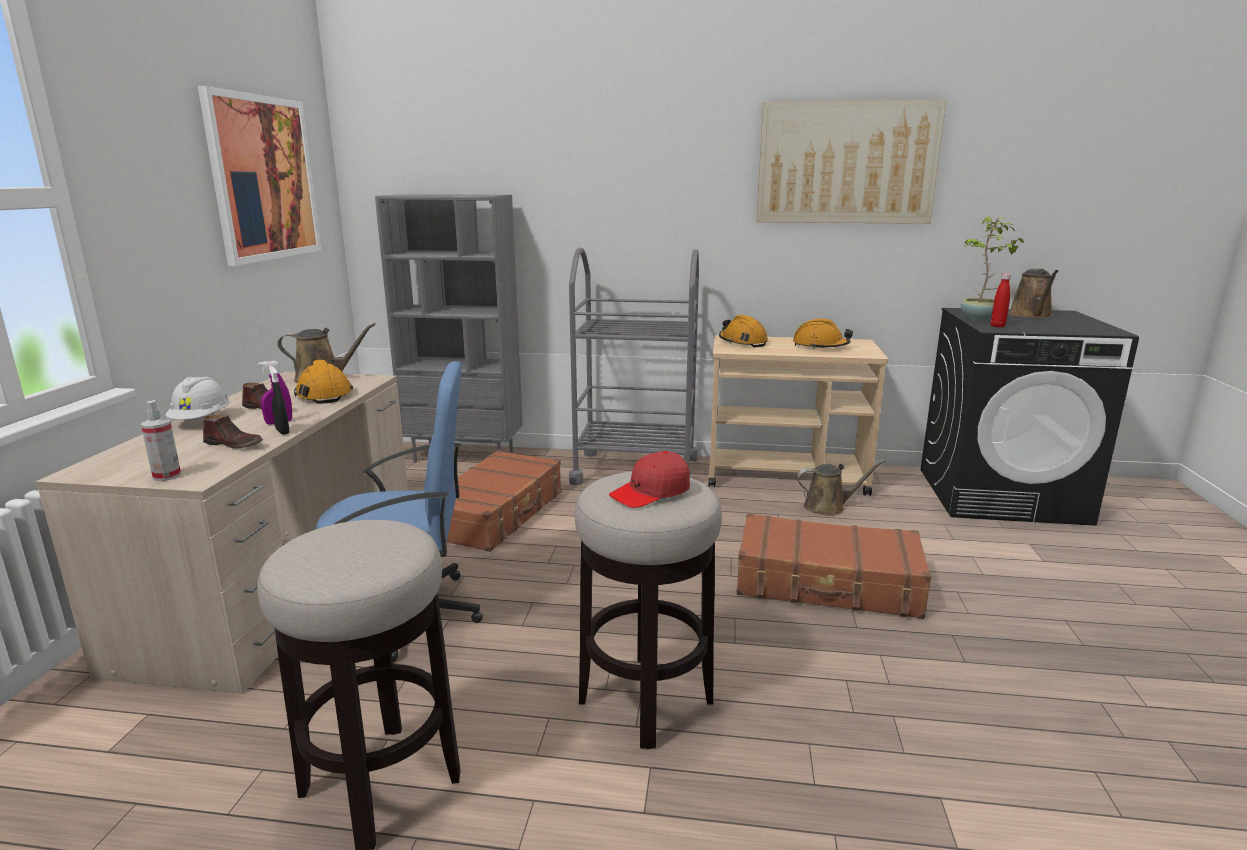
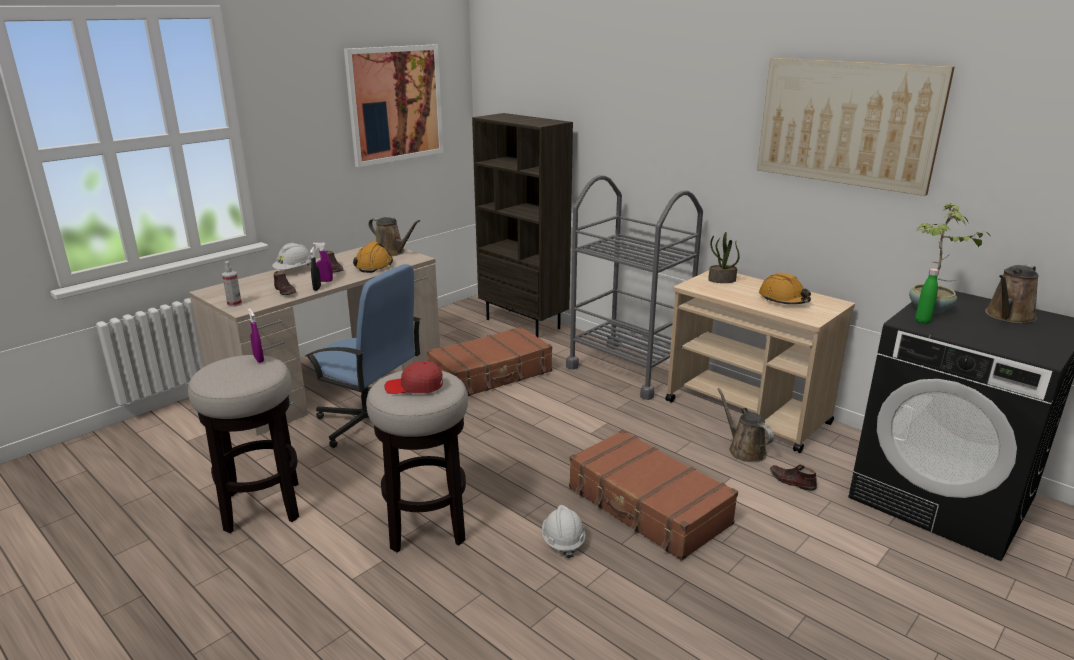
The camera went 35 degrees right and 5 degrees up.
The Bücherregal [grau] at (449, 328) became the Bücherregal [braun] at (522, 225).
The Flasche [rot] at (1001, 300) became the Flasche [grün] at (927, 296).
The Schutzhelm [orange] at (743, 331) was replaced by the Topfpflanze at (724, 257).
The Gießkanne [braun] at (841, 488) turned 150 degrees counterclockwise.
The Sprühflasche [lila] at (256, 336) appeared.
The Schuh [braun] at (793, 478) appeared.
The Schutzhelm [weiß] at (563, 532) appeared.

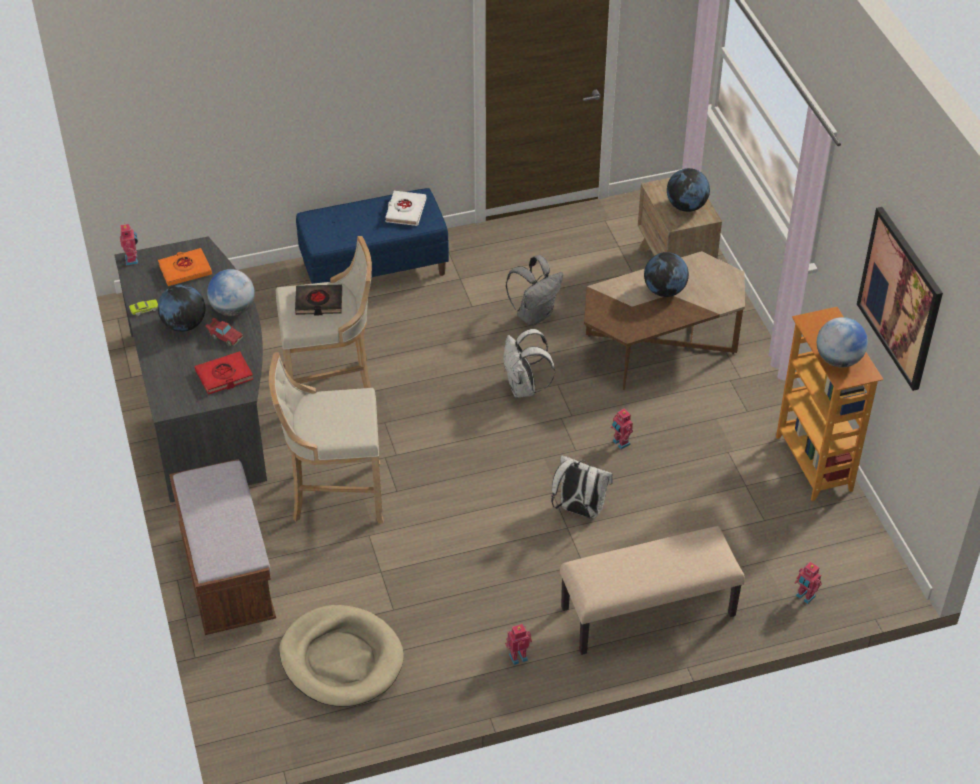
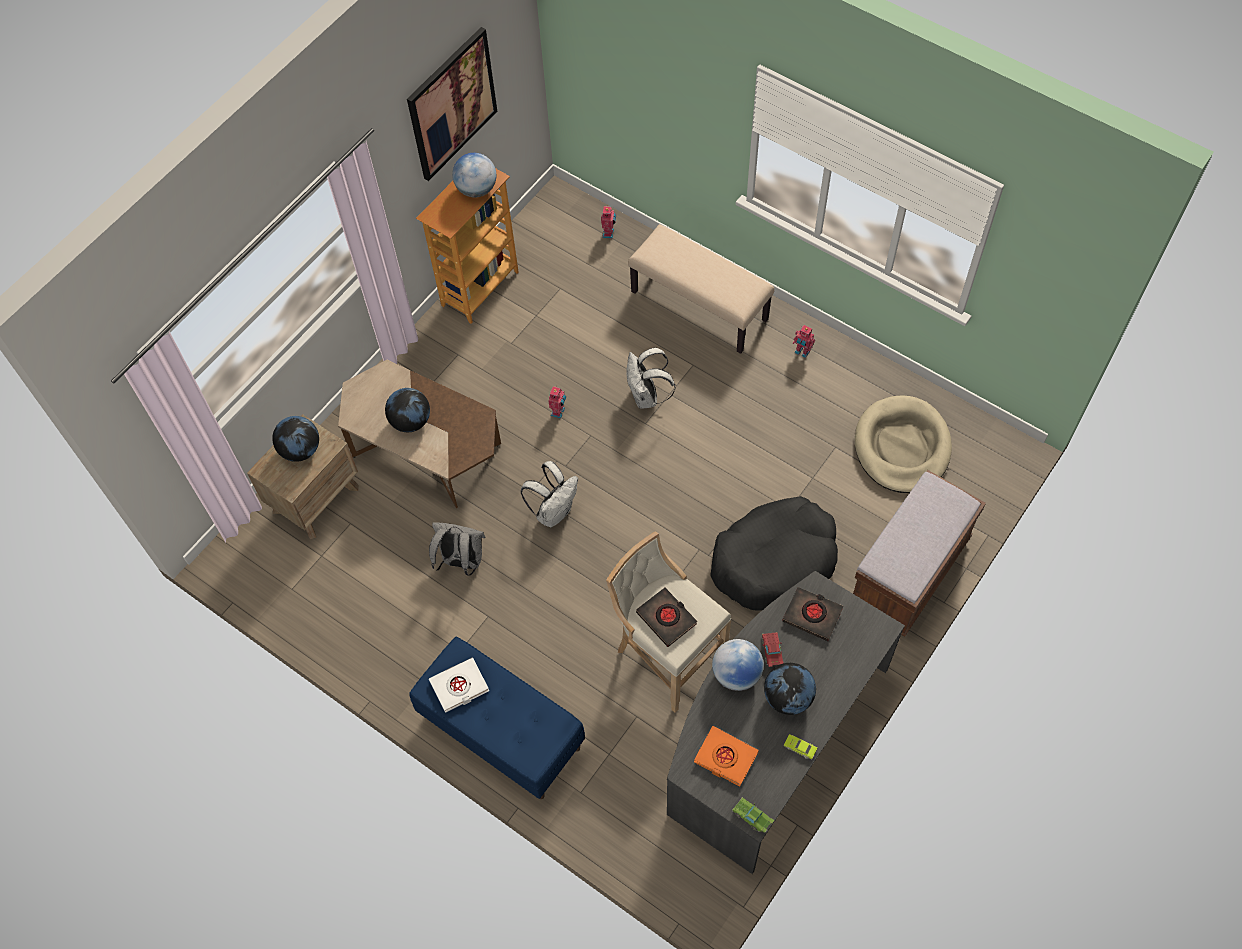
The camera went 125 degrees left and 15 degrees up.
The Spielzeugroboter at (129, 244) was replaced by the Spielzeugauto [grün] at (753, 815).
The Buch [rot] at (224, 373) became the Buch [schwarz] at (812, 614).
The Hocker [beige] at (326, 437) was replaced by the Hundebett [schwarz] at (774, 553).

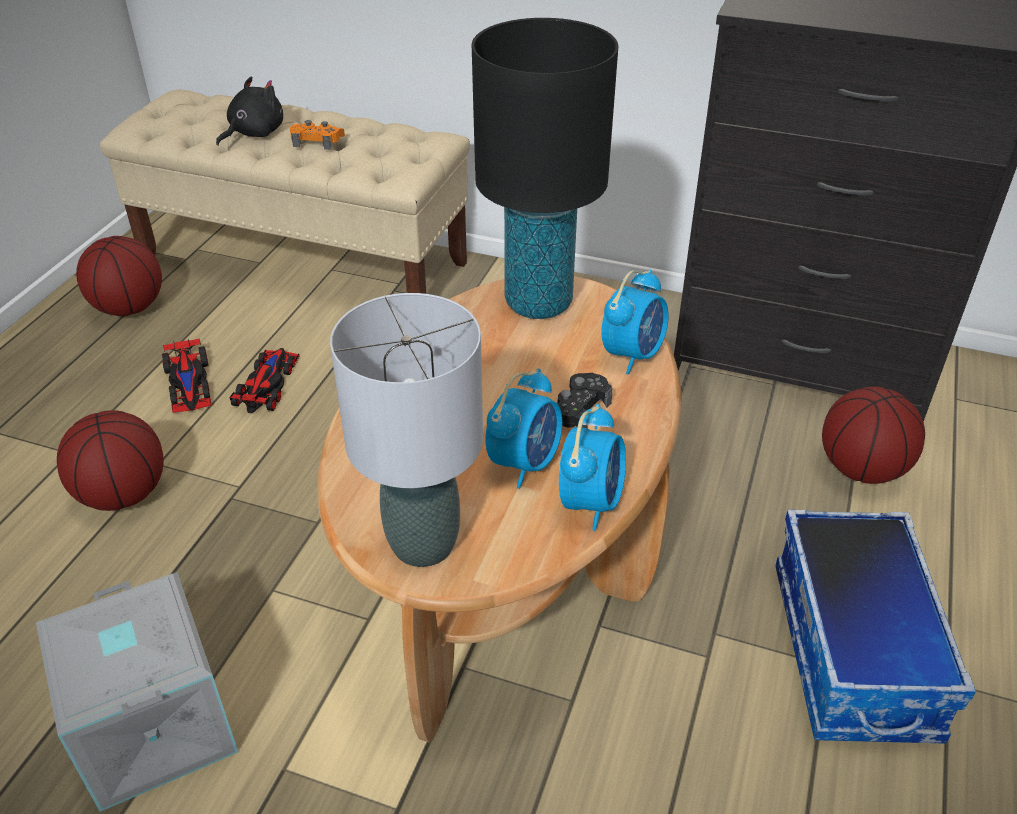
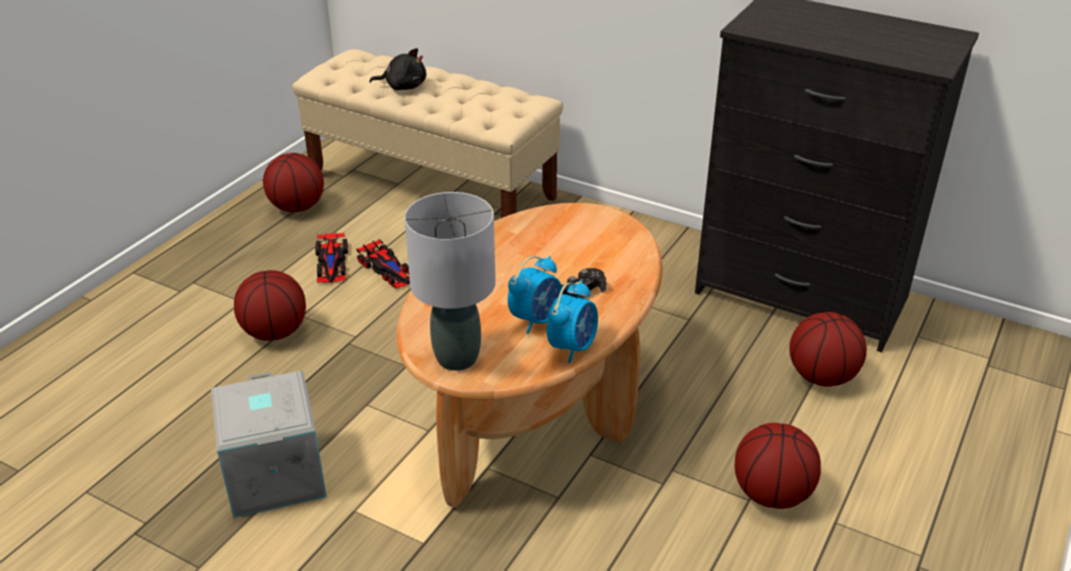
The camera went 10 degrees right and 5 degrees down.
The Tischlampe [schwarz] at (545, 168) disappeared.
The Plüschtier [schwarz] at (249, 111) turned 45 degrees clockwise.
The Gamepad [orange] at (317, 135) disappeared.
The Wecker at (635, 322) disappeared.
The Spielzeugauto at (264, 380) turned 120 degrees clockwise.
The Aufbewahrungsbox at (875, 627) was replaced by the Basketball at (778, 466).

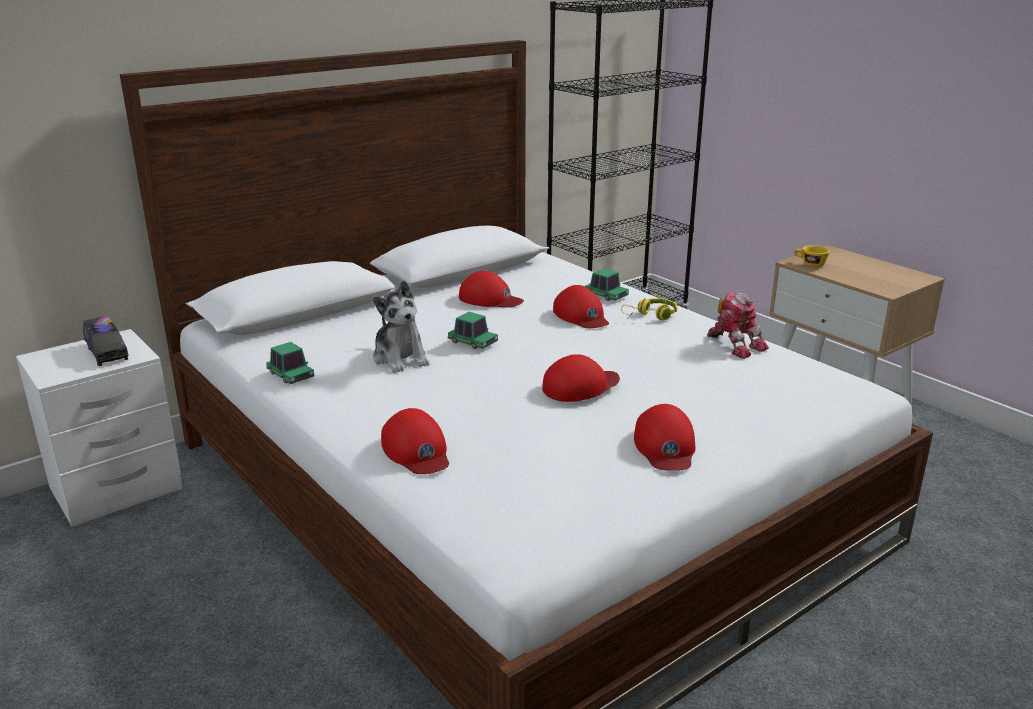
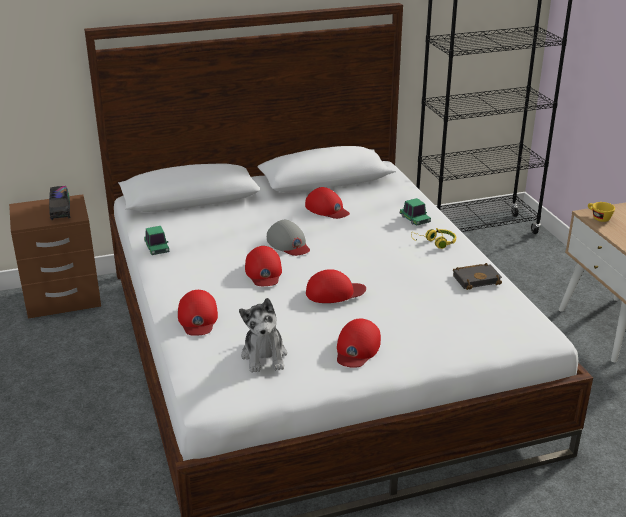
The camera went 20 degrees right and 5 degrees up.
The Plüschtier moved from (401, 326) to (263, 335).
The Kappe [rot] moved from (581, 306) to (263, 266).
The Spielzeugroboter at (738, 325) was replaced by the Buch [schwarz] at (477, 276).
The Spielzeugauto at (473, 330) was replaced by the Kappe [grau] at (288, 238).
The Nachttisch [weiß] at (99, 428) became the Nachttisch [braun] at (55, 256).

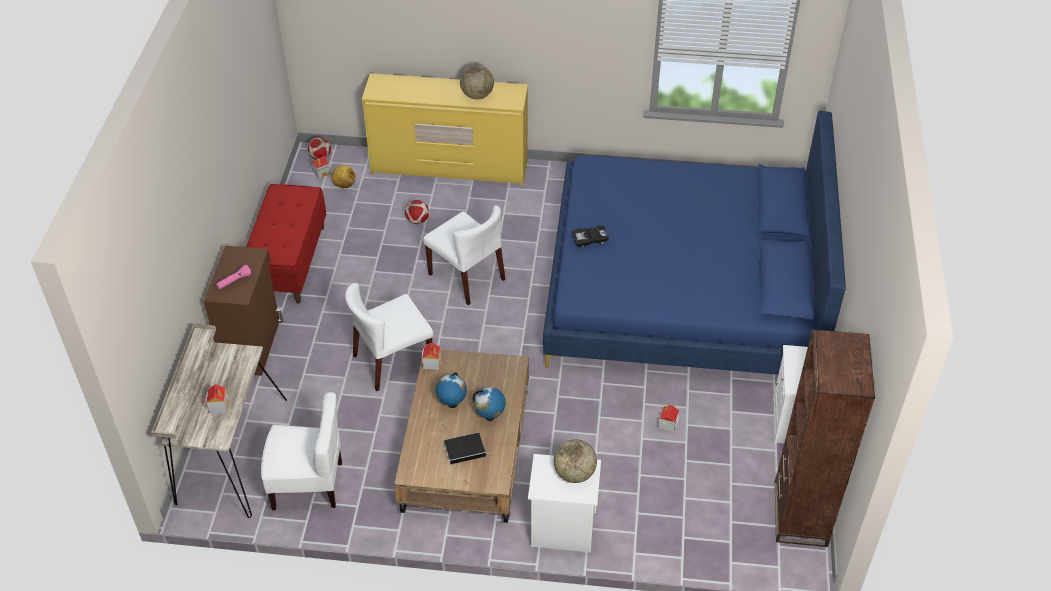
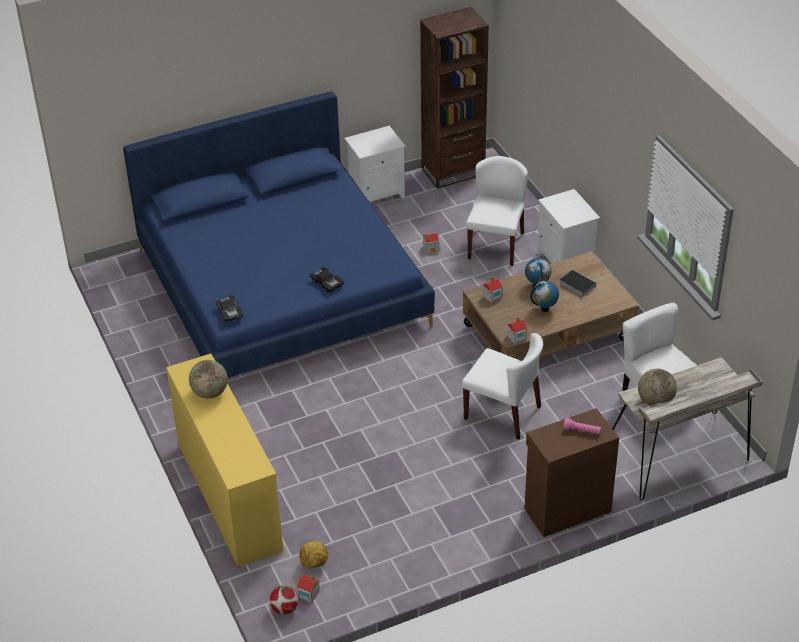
The camera went 120 degrees left and 5 degrees down.
The Bank [rot] at (286, 244) disappeared.
The Fußball at (417, 212) disappeared.
The Stuhl [weiß] moved from (464, 255) to (497, 211).
The Spielzeughaus moved from (217, 398) to (492, 289).
The Globus moved from (575, 461) to (657, 387).
The Spielzeugauto [schwarz] at (229, 308) appeared.

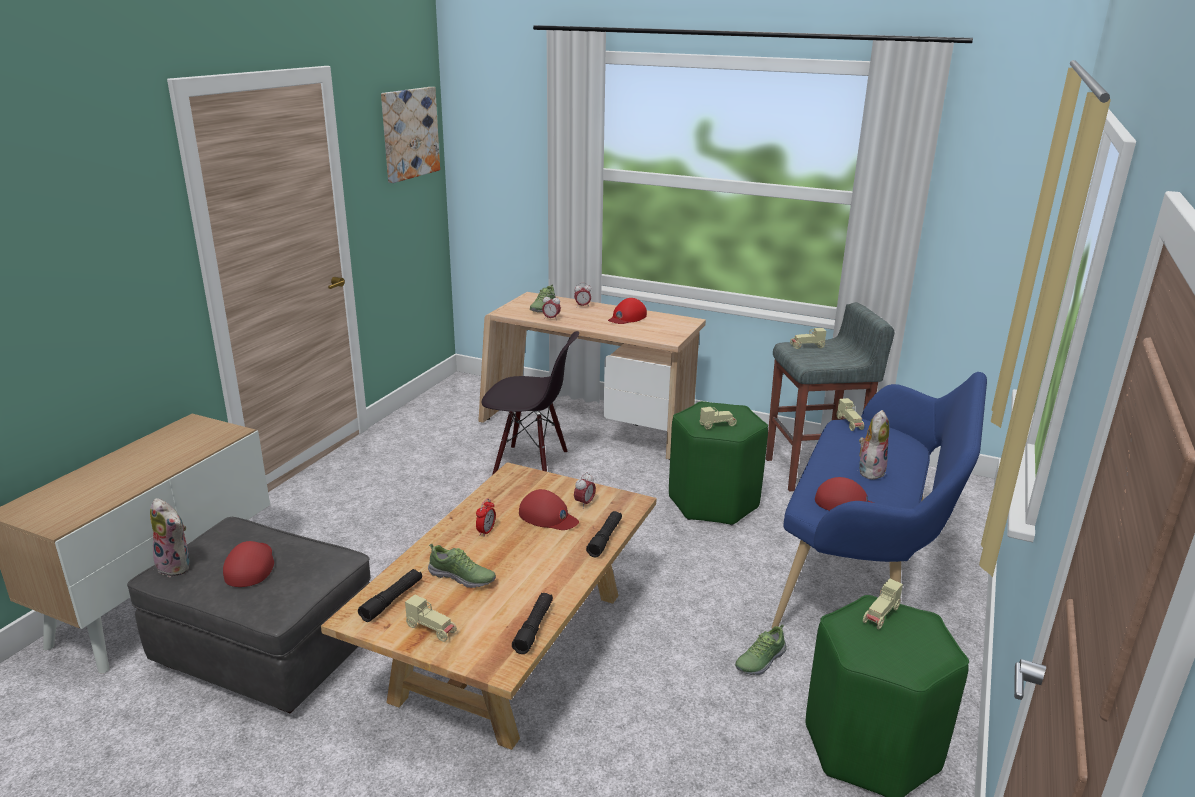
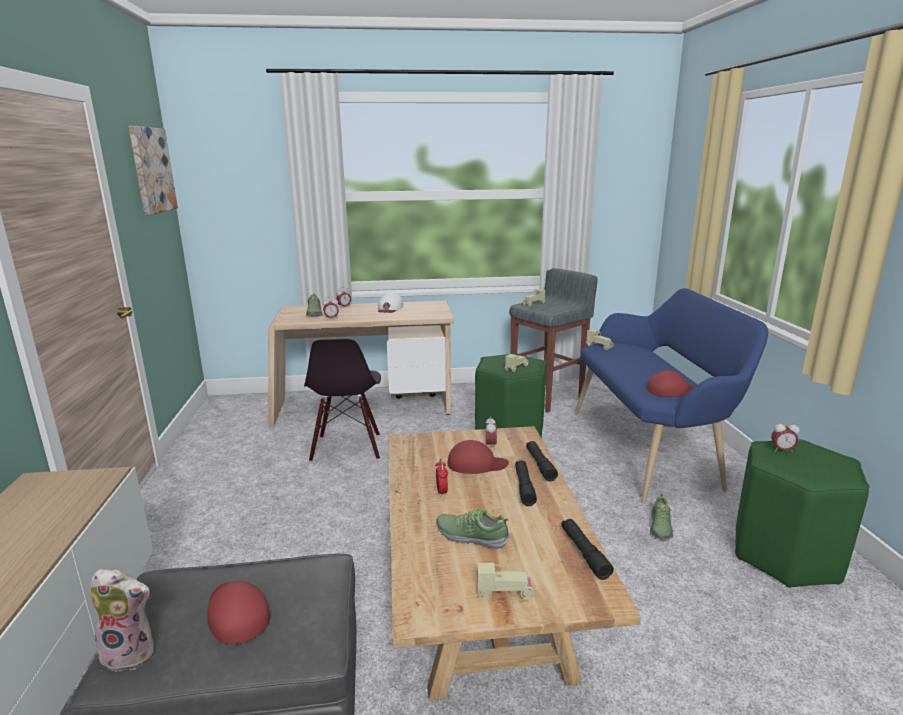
The camera went 30 degrees left and 5 degrees down.
The Kappe [rot] at (627, 311) became the Kappe [weiß] at (390, 302).
The Stuhl [schwarz] at (530, 403) turned 105 degrees clockwise.
The Plüschtier at (874, 445) disappeared.
The Schuh at (462, 566) turned 150 degrees counterclockwise.
The Taschenlampe [schwarz] moved from (390, 595) to (526, 483).
The Spielzeugauto [beige] at (883, 603) was replaced by the Wecker at (785, 437).

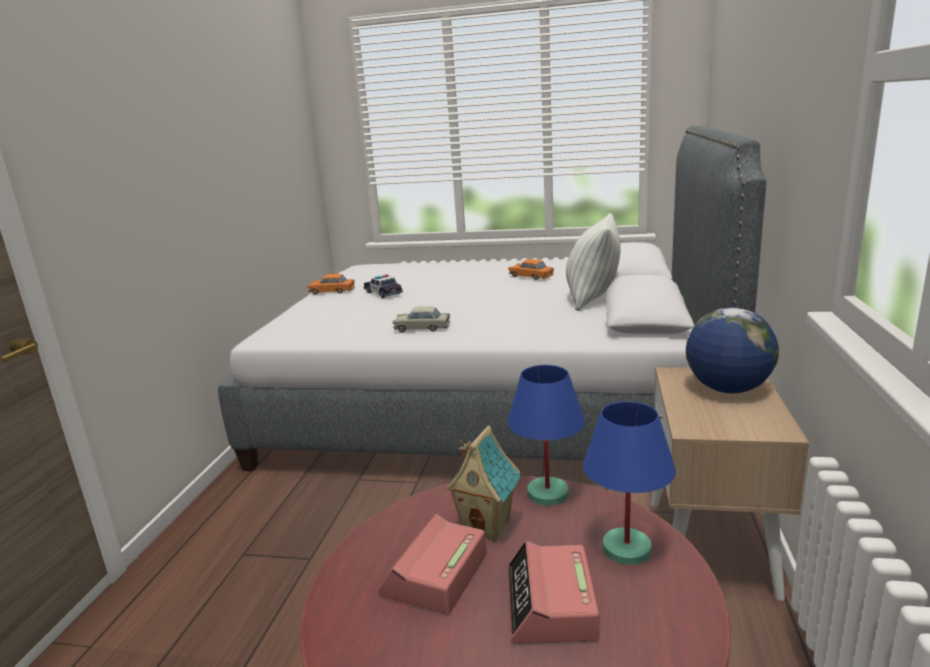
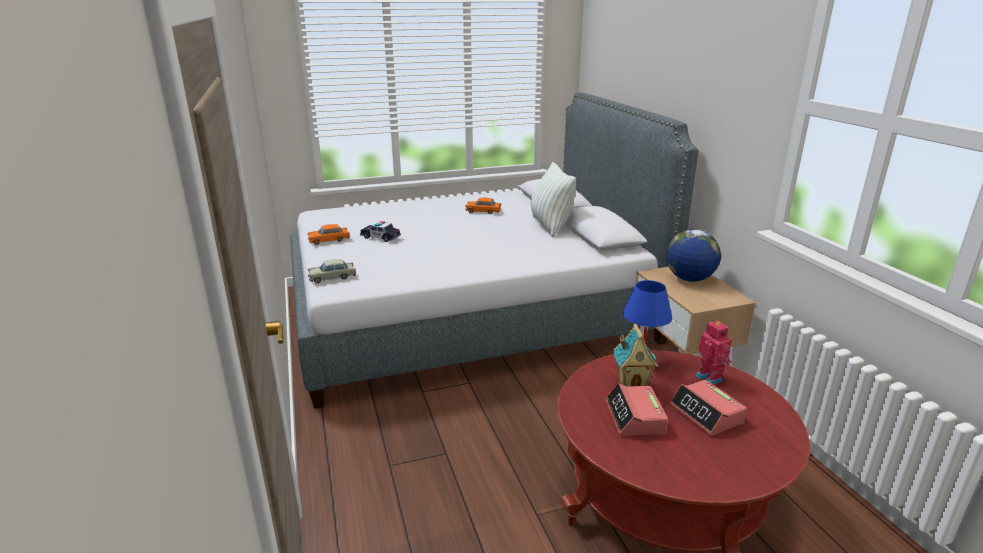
The camera went 30 degrees left and 5 degrees up.
The Spielzeugauto [beige] moved from (421, 319) to (332, 271).
The Tischlampe [blau] at (629, 483) was replaced by the Spielzeugroboter at (714, 351).

